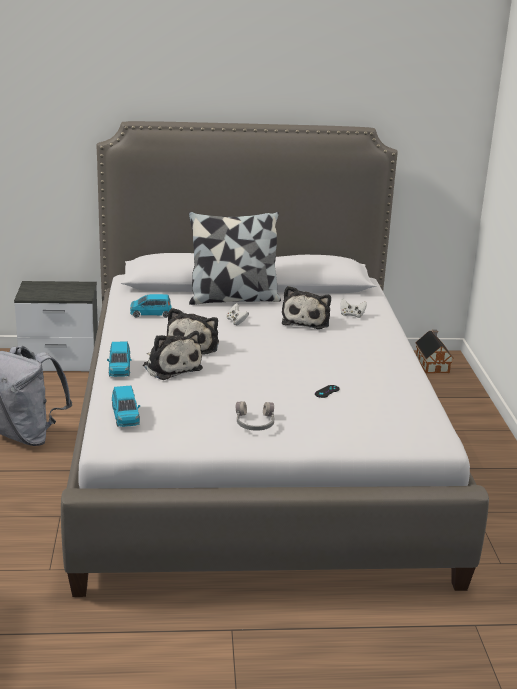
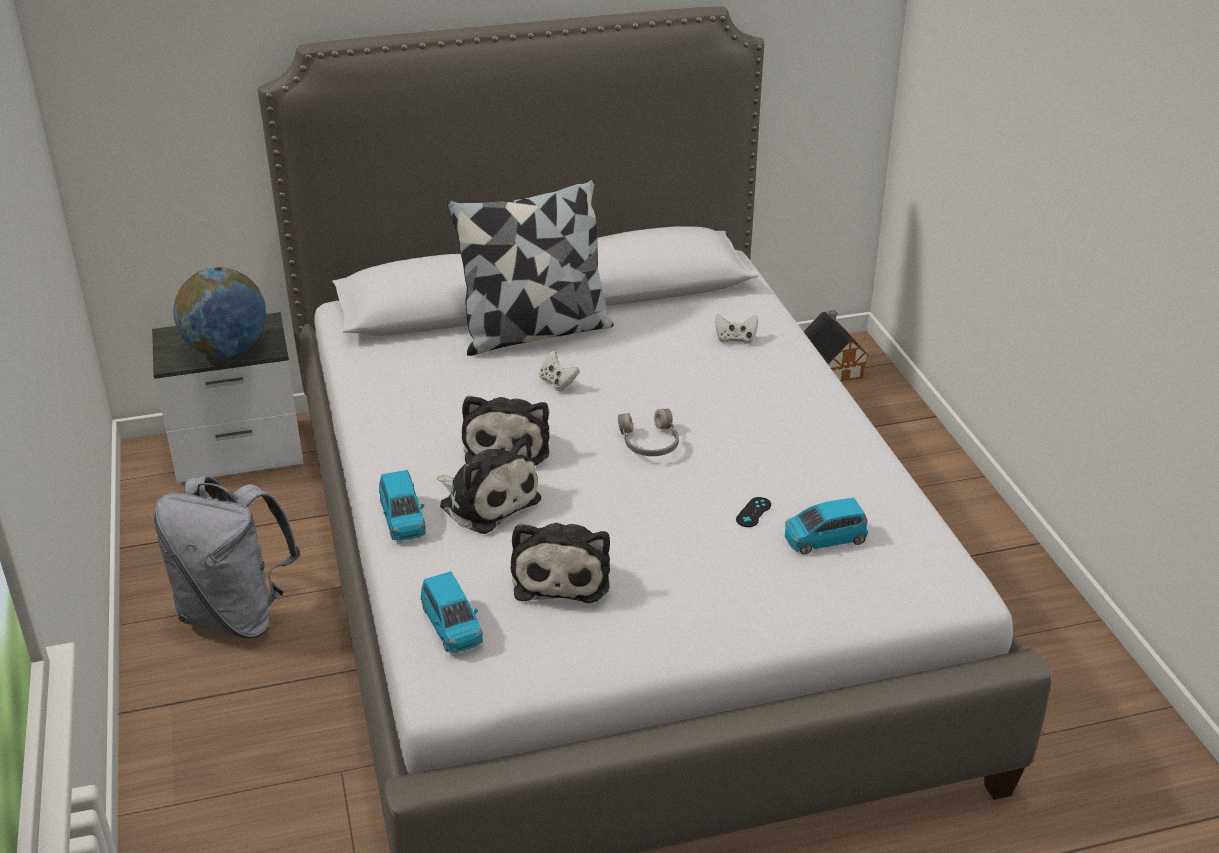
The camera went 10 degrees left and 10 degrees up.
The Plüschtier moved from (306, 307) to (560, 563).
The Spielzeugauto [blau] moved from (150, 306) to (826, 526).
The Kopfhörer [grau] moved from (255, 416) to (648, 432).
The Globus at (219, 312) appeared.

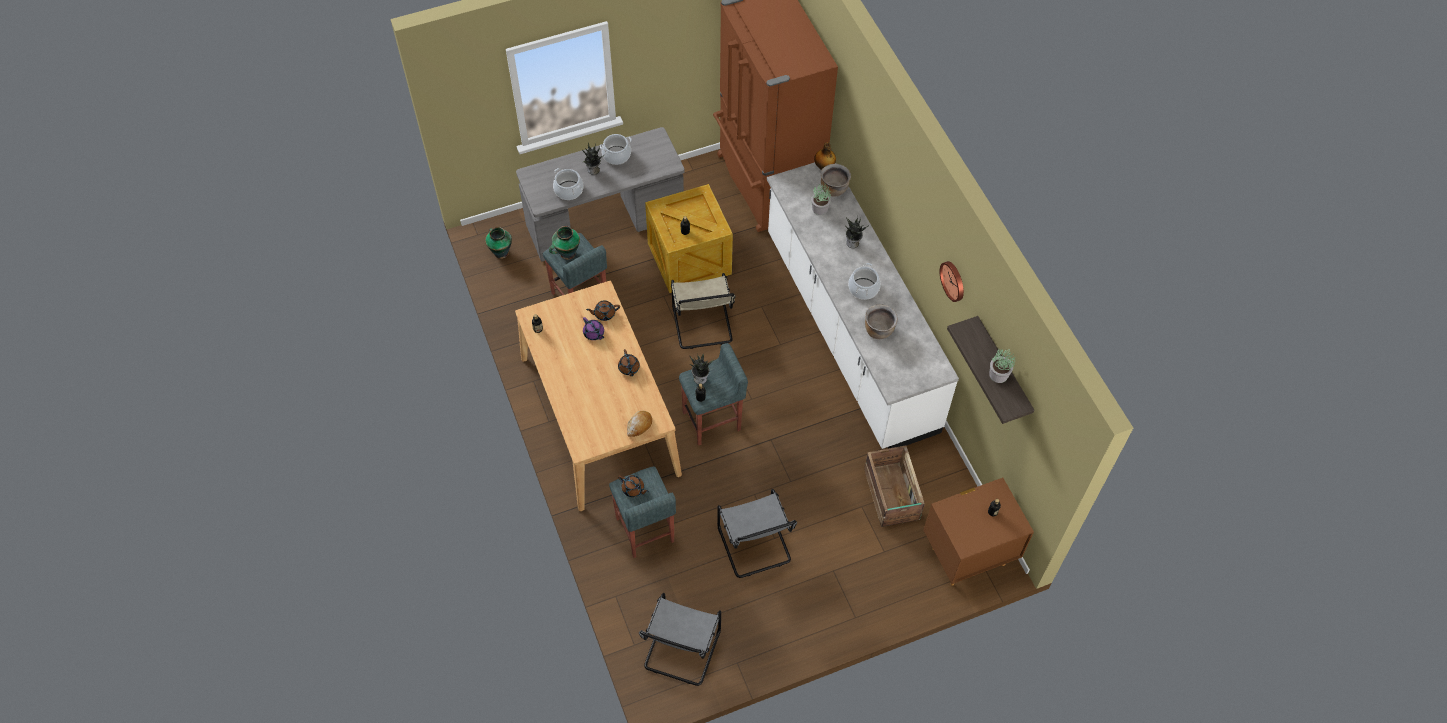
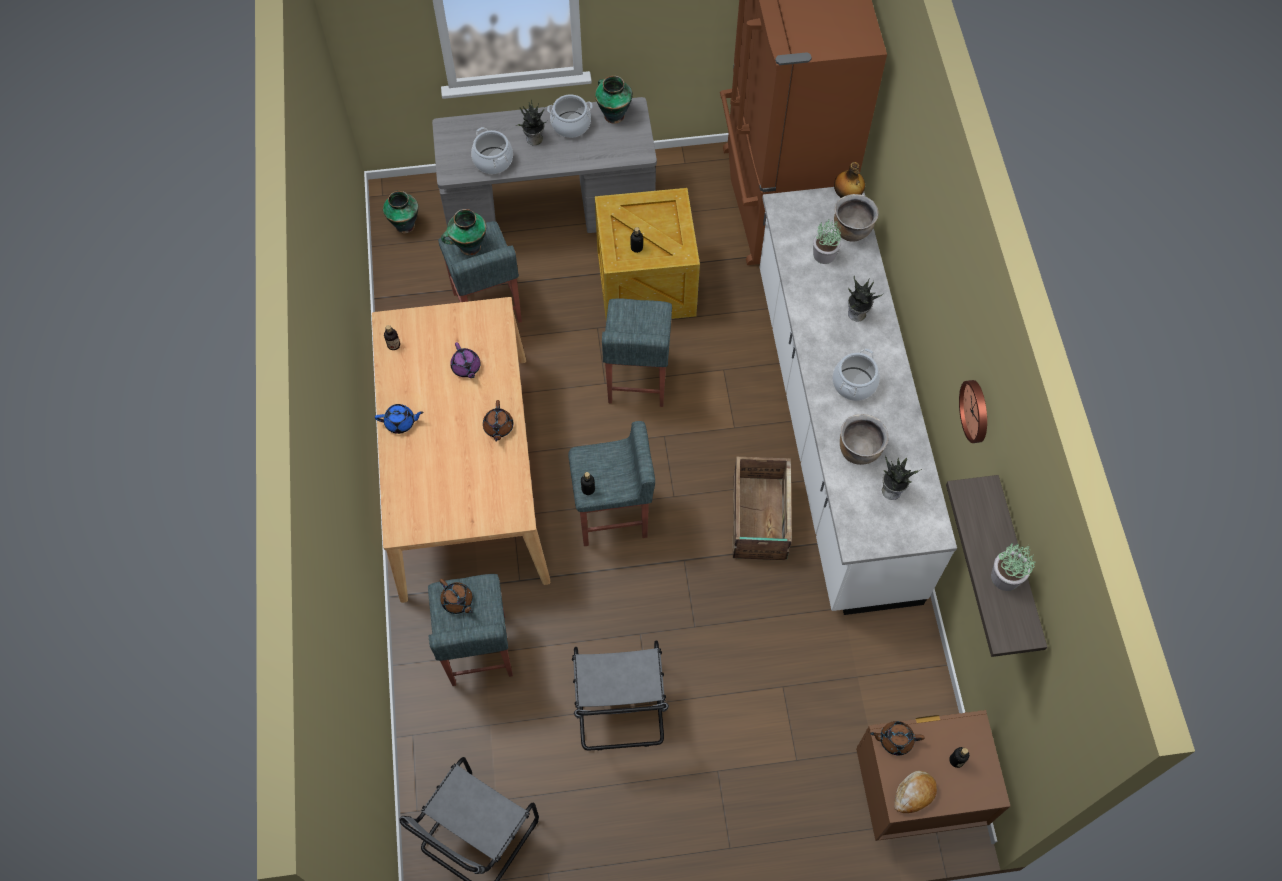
The camera went 15 degrees right and 5 degrees up.
The Stuhl [beige] at (703, 311) was replaced by the Hocker [grau] at (637, 353).
The Teekanne [braun] moved from (603, 310) to (897, 738).
The Topfpflanze moved from (702, 368) to (902, 478).
The Brot moved from (639, 424) to (915, 792).
The Kiste moved from (894, 486) to (762, 508).
The Vase at (614, 100) appeared.
The Teekanne [blau] at (399, 419) appeared.

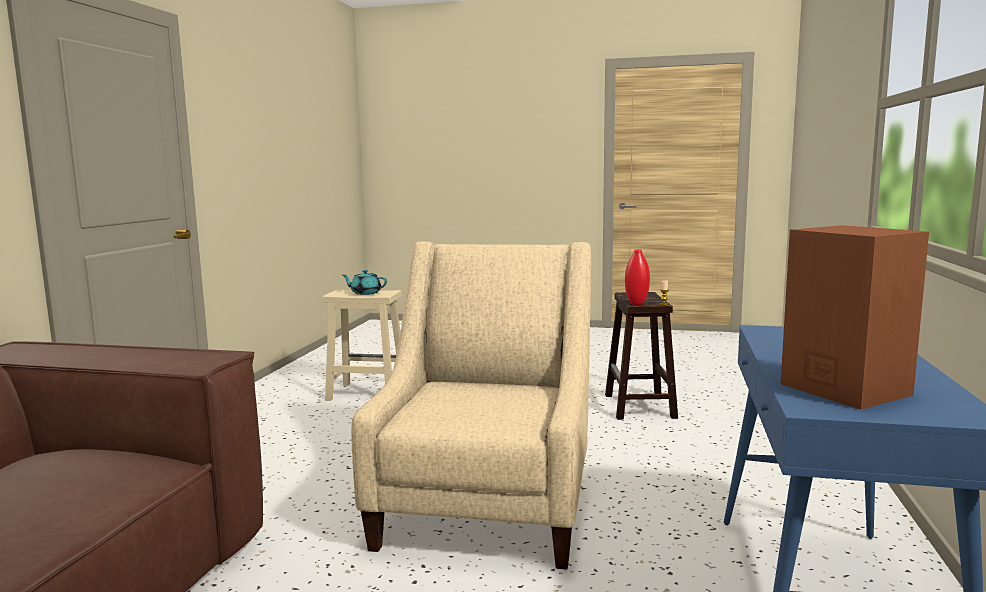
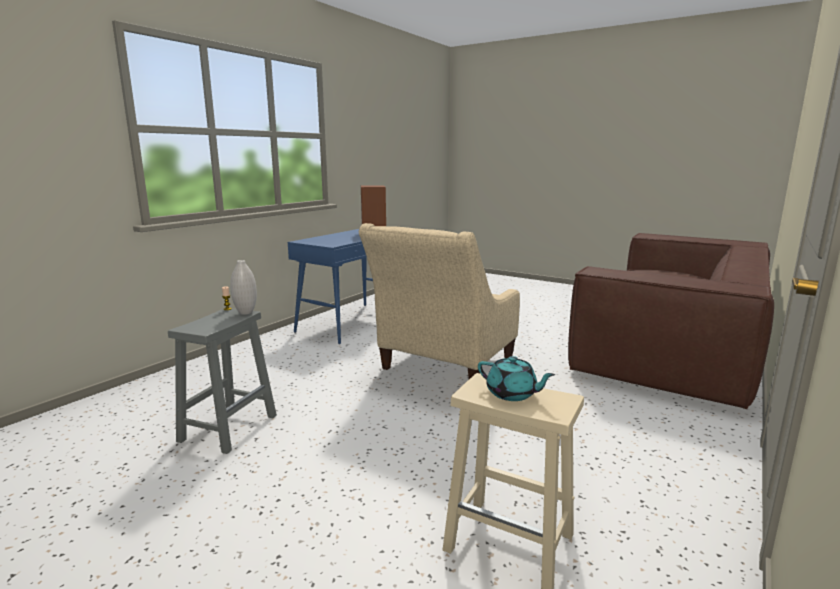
The camera went 160 degrees left and 5 degrees up.
The Vase [rot] at (637, 277) became the Vase [weiß] at (243, 287).
The Hocker [braun] at (641, 356) became the Hocker [grau] at (222, 381).

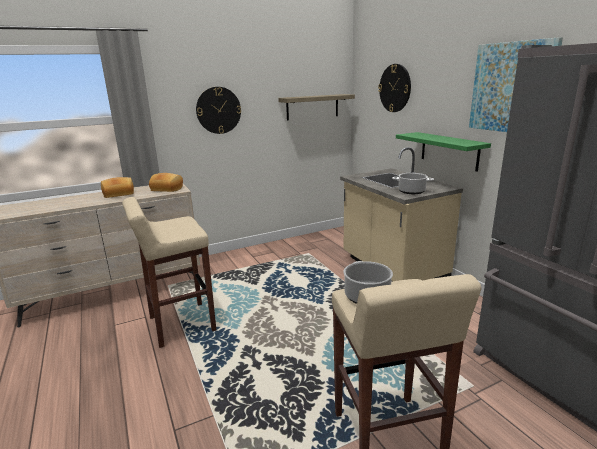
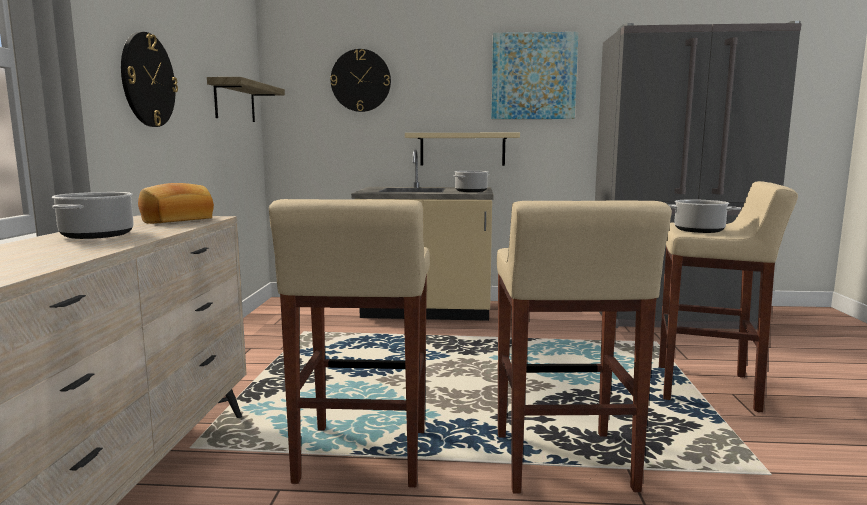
The camera went 60 degrees left and 10 degrees down.
The Wandregal [grün] at (443, 152) became the Wandregal [beige] at (462, 149).
The Brot at (117, 187) was replaced by the Kochtopf at (93, 215).
The Hocker [beige] at (584, 346) appeared.

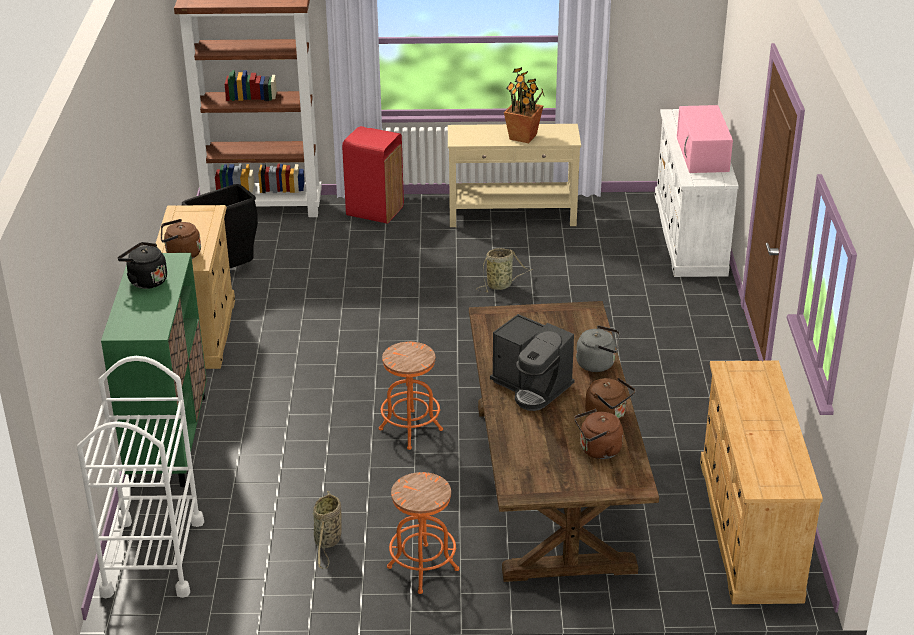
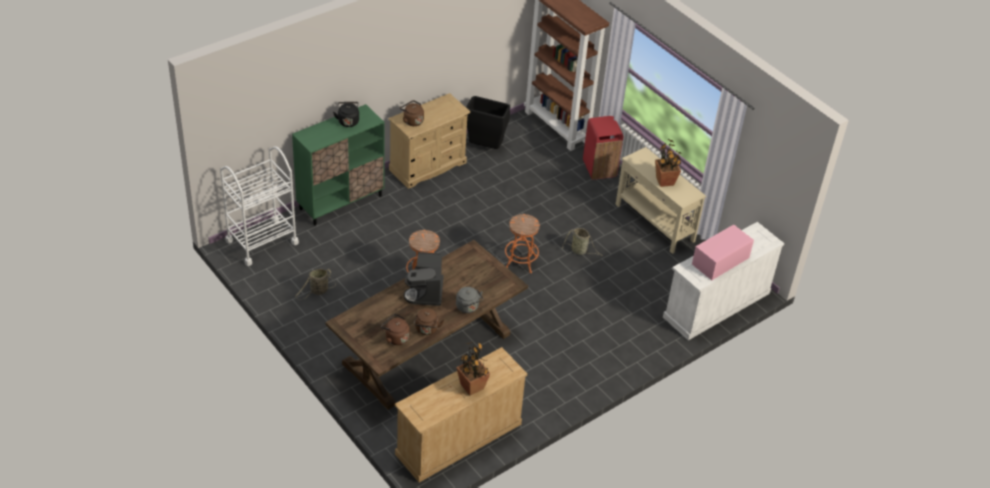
The camera went 50 degrees right and 10 degrees up.
The Hocker [orange] moved from (423, 533) to (522, 243).
The Topfpflanze at (473, 368) appeared.

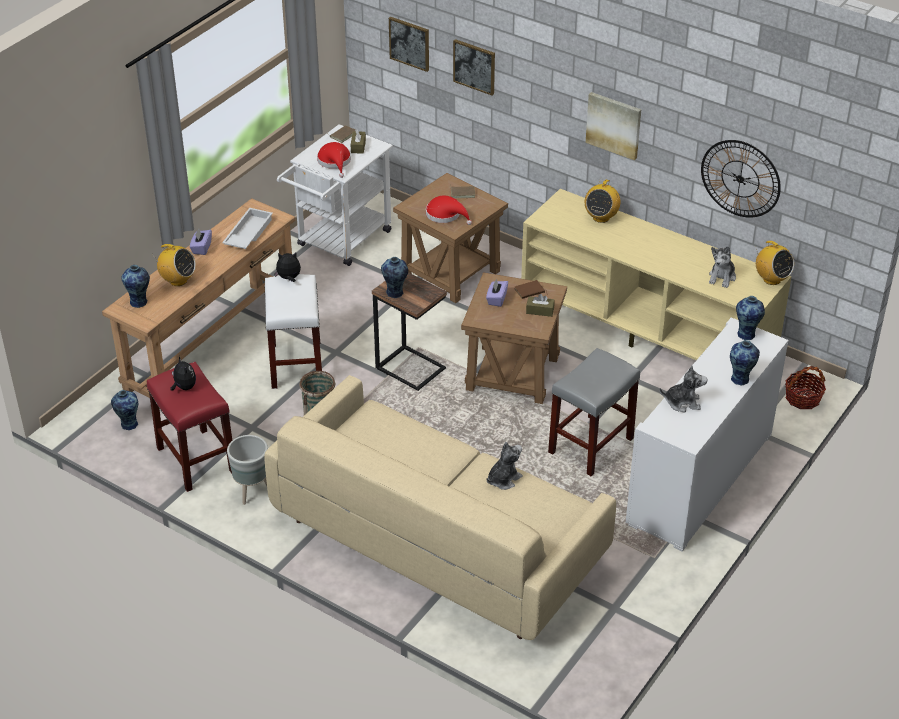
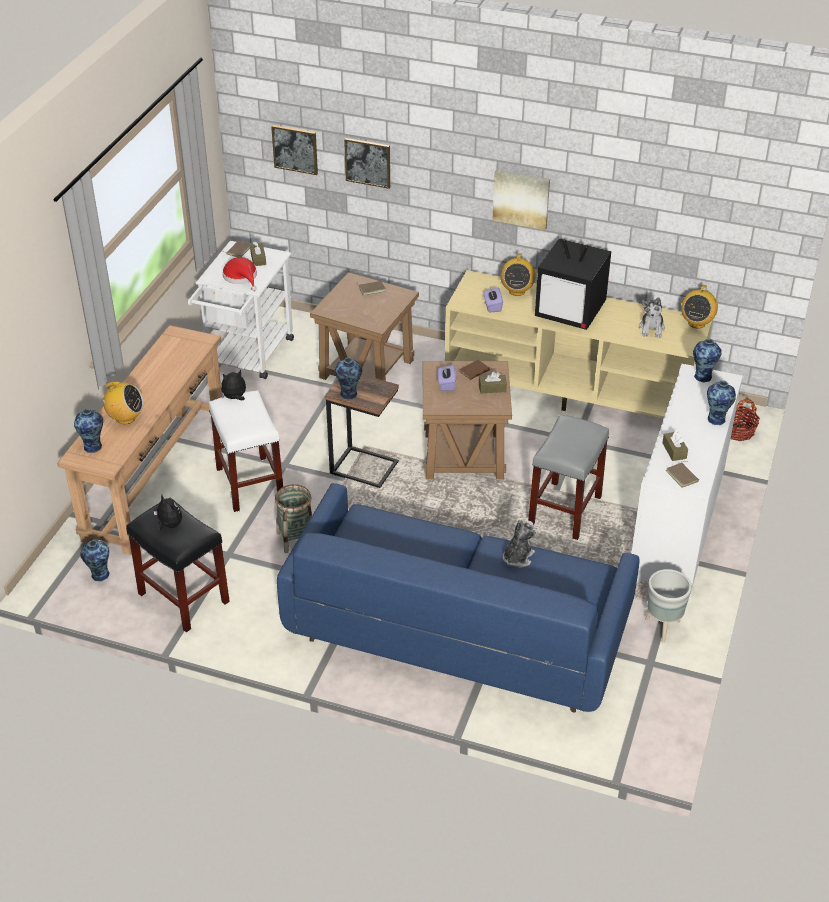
The camera went 15 degrees left and 0 degrees up.
The Wanduhr at (741, 179) disappeared.
The Hut [rot] at (449, 210) disappeared.
The Tablett [weiß] at (247, 228) disappeared.
The Taschentuchbox [lila] moved from (201, 242) to (493, 299).
The Radio at (774, 263) turned 75 degrees clockwise.
The Hocker [rot] at (189, 427) became the Hocker [schwarz] at (178, 564).
The Plüschtier at (684, 389) was replaced by the Taschentuchbox [braun] at (675, 445).
The Sofa [beige] at (440, 507) became the Sofa [blau] at (458, 597).
The Pflanzkübel [grau] moved from (247, 470) to (668, 606).
The Fernseher at (573, 284) appeared.
The Buch [braun] at (682, 474) appeared.

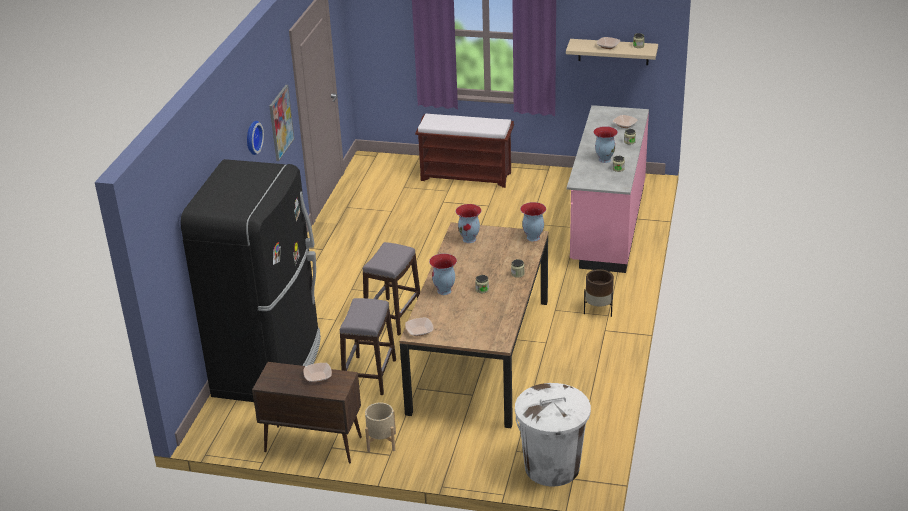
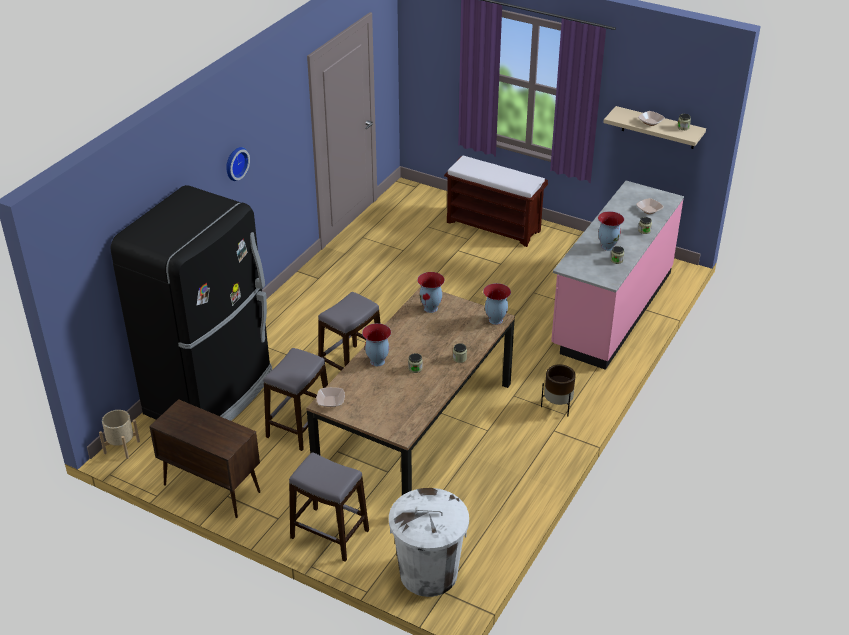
The camera went 15 degrees right and 5 degrees up.
The Bild at (281, 123) disappeared.
The Schüssel at (317, 372) disappeared.
The Pflanzkübel [beige] moved from (380, 427) to (119, 434).
The Hocker [grau] at (329, 507) appeared.

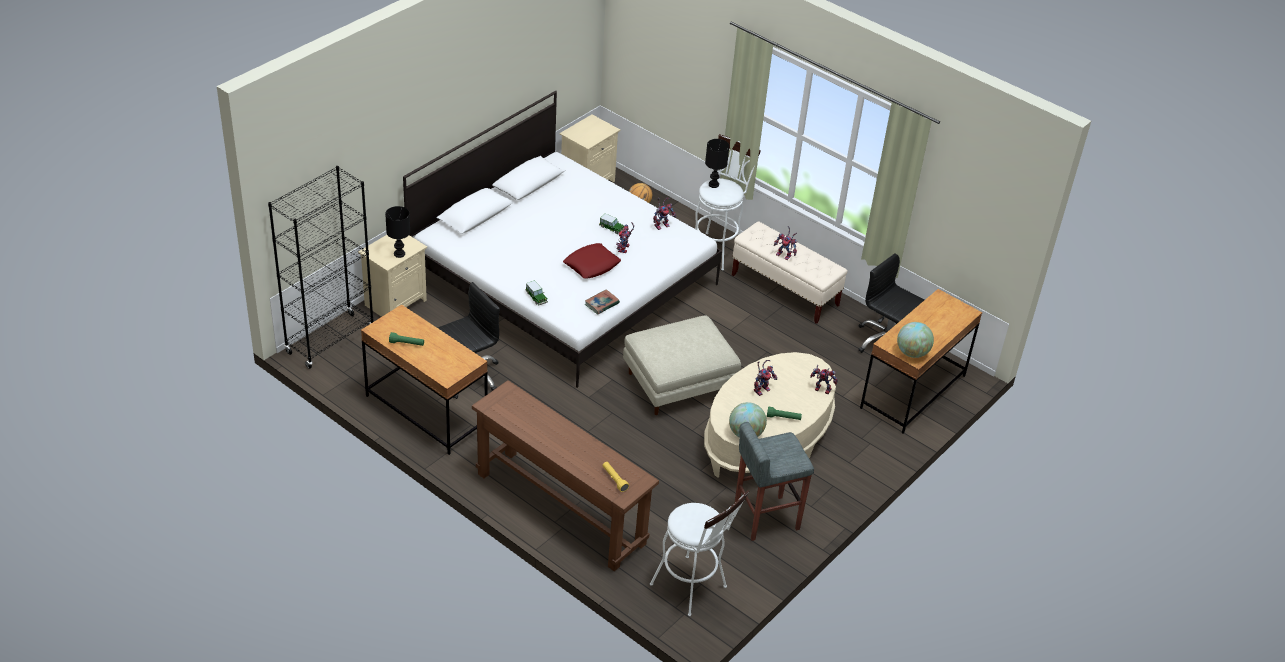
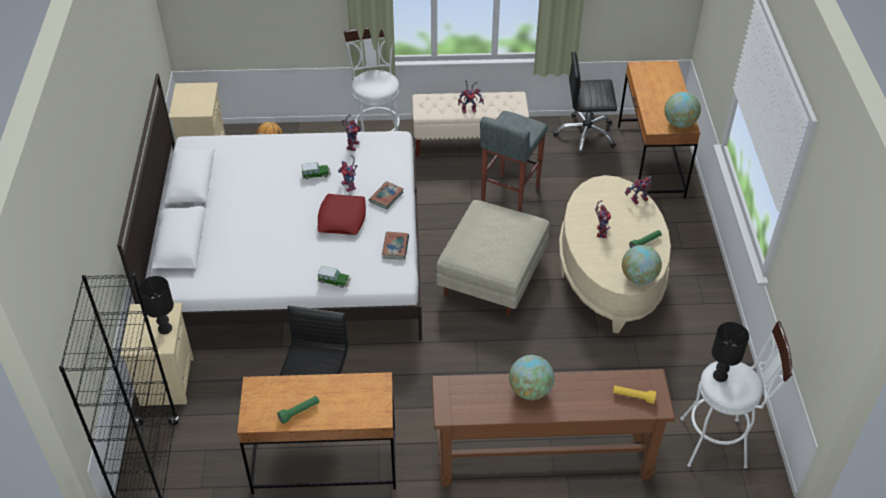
The camera went 40 degrees left and 5 degrees up.
The Tischlampe [schwarz] moved from (717, 163) to (730, 352).
The Hocker [grau] moved from (774, 481) to (513, 161).
The Buch at (386, 195) appeared.
The Globus at (531, 377) appeared.

